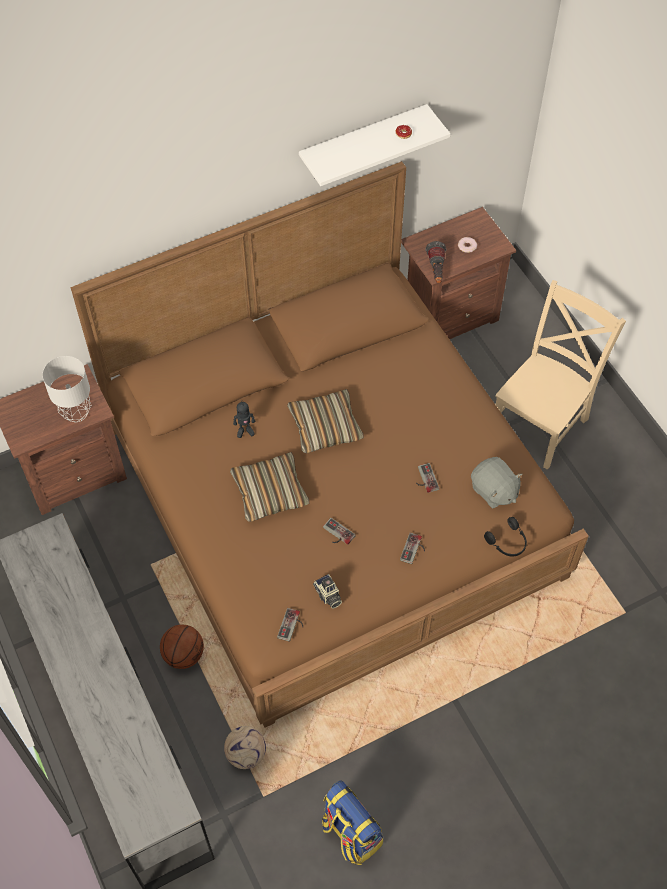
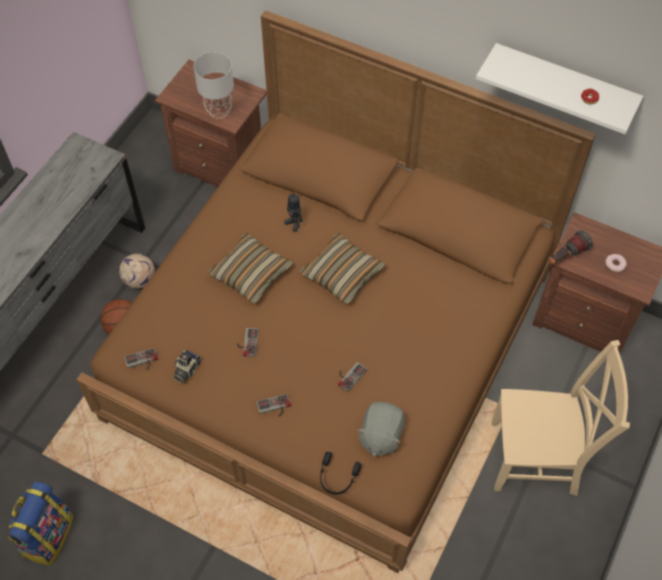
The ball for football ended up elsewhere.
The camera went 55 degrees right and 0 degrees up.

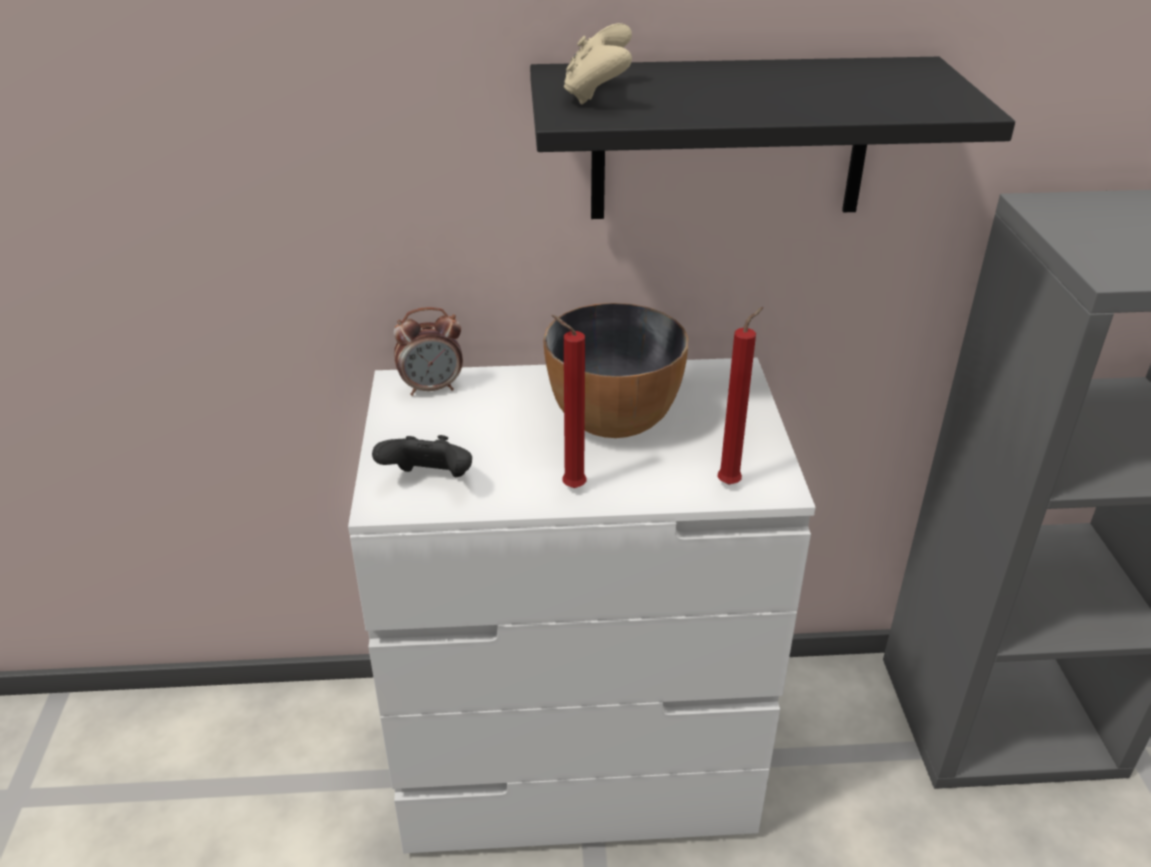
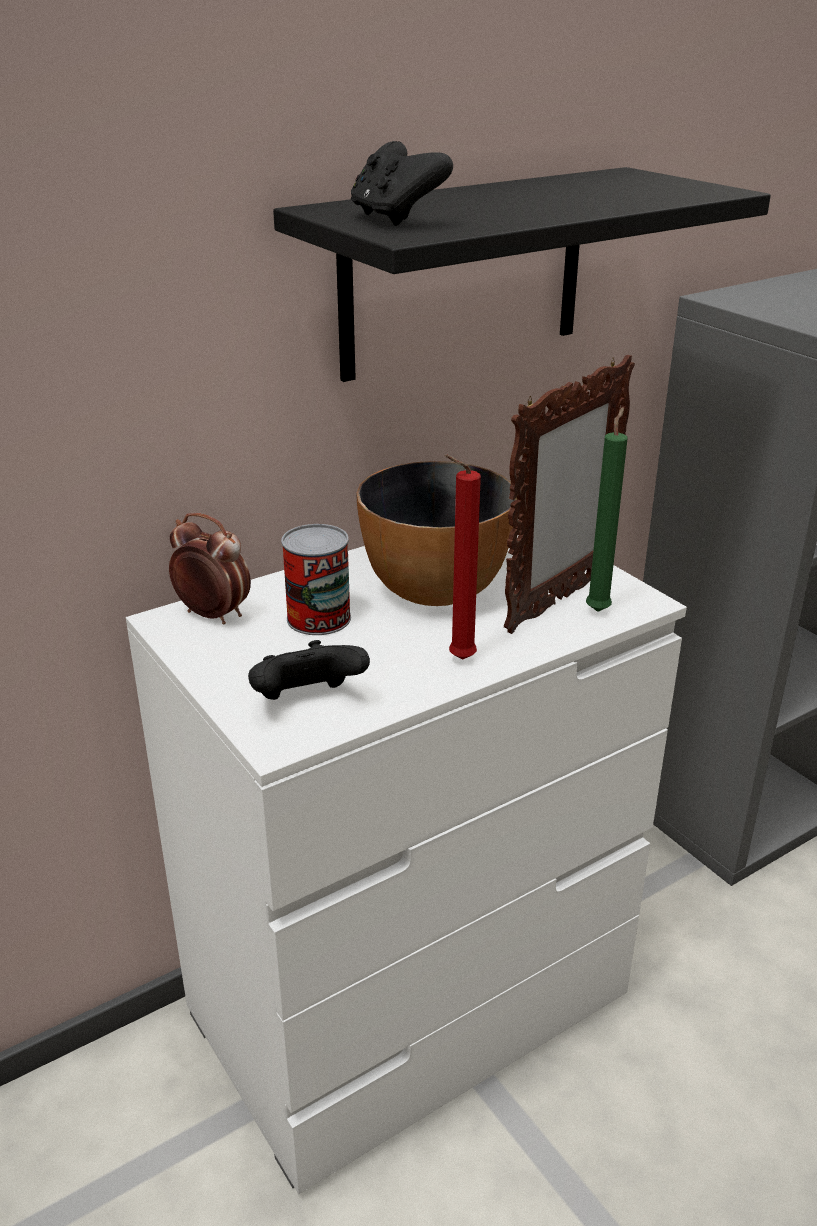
The bedside clock ended up facing another way, 105 degrees counterclockwise from before.
The second view gained the metal can.
What was the joypad in beige turned into the joypad in black-coloured (2nd from left).
The second view gained the photo frame.
What was the wax light in red (2nd from left) turned into the wax light in green-coloured.
The camera went 30 degrees left and 5 degrees down.

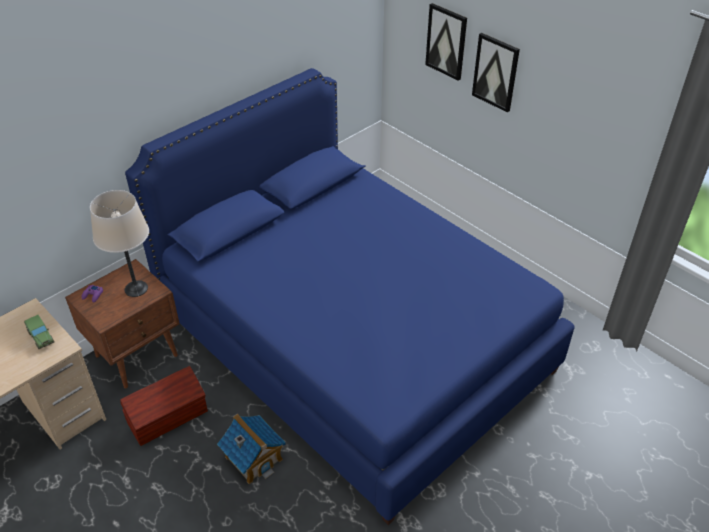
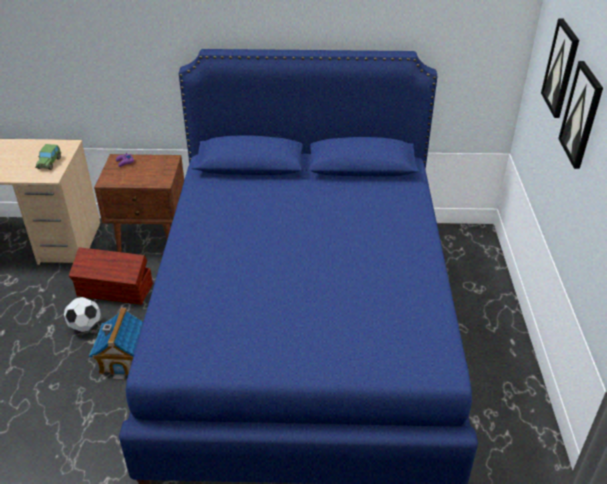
The second view gained the ball for football.
The second view lost the table lamp in beige.
The camera went 45 degrees right and 5 degrees down.

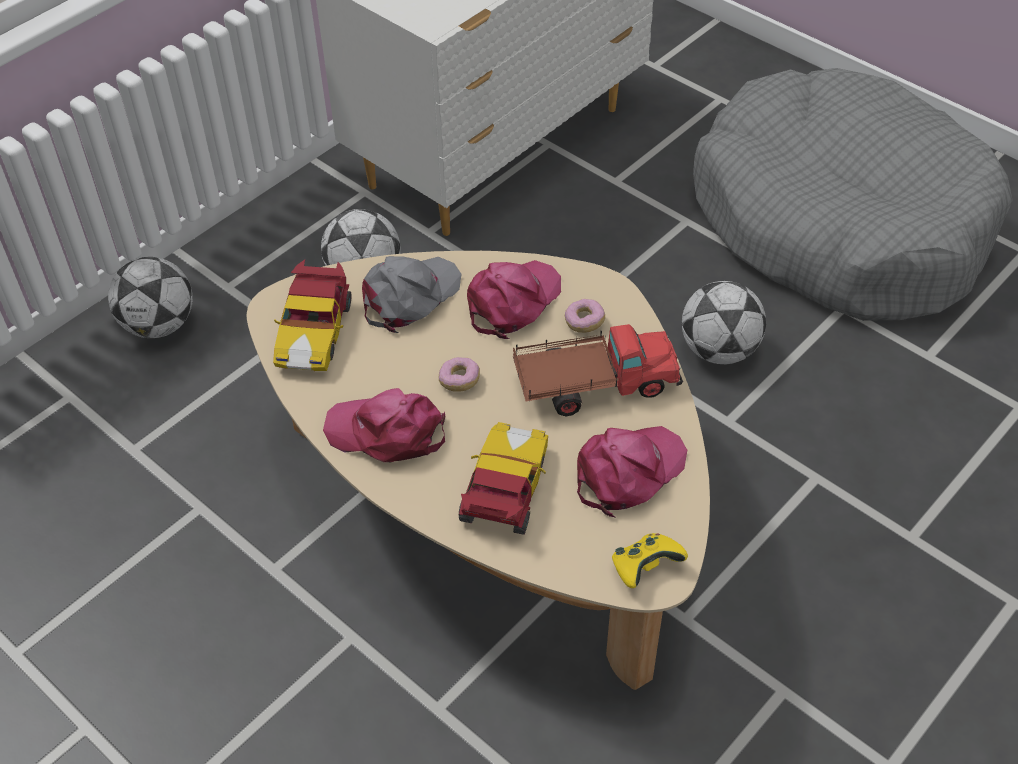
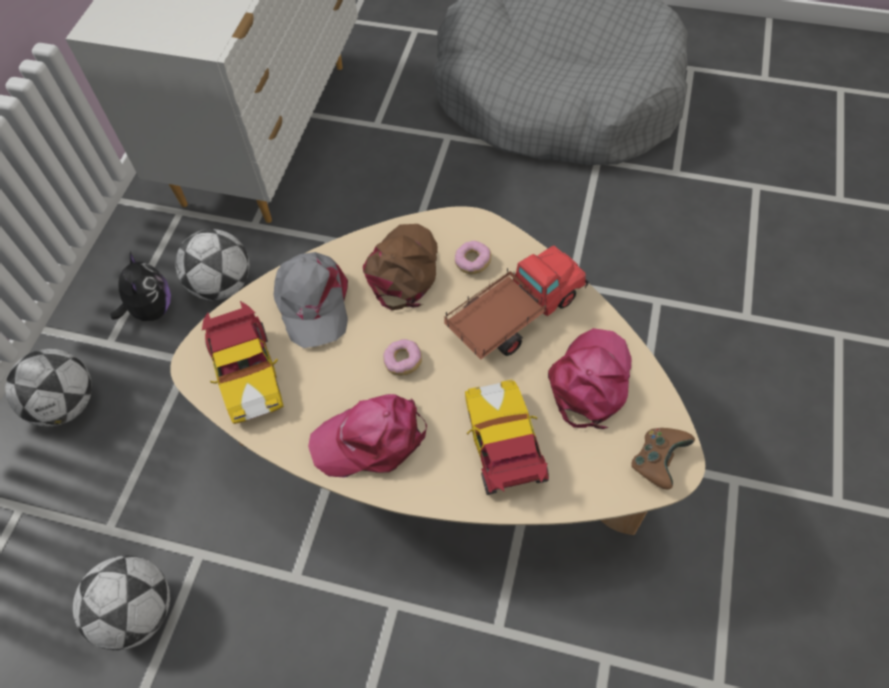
The ball for football (3rd from left in the first image) ended up elsewhere.
The second view gained the plush toy.
The baseball cap in gray ended up facing another way, 150 degrees clockwise from before.
What was the baseball cap in pinkish (2nd from left) turned into the baseball cap in brown-coloured.
What was the joypad in yellow-coloured turned into the joypad in brown-coloured.
The camera went 25 degrees left and 10 degrees up.

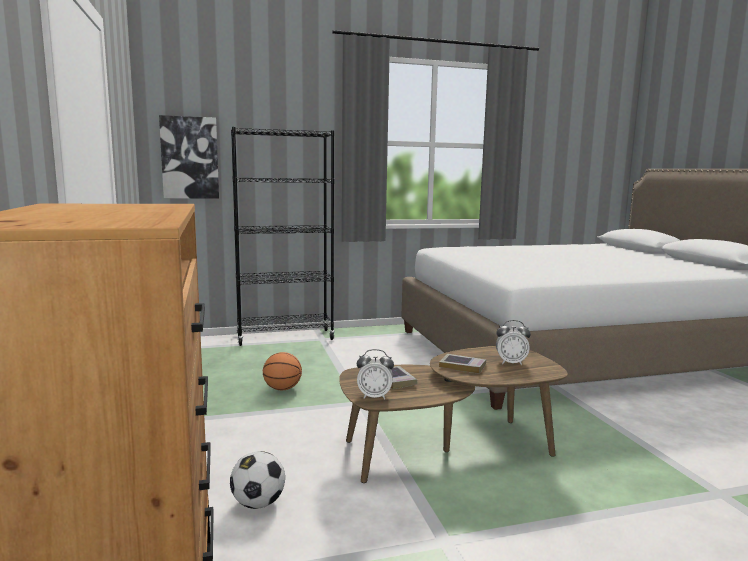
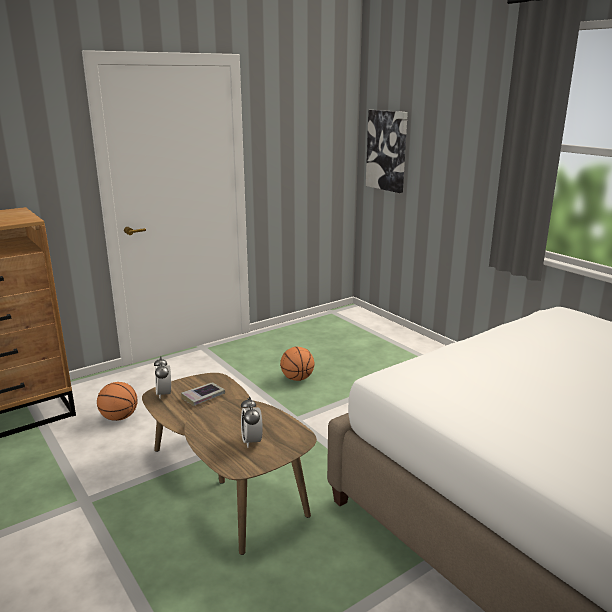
Where the ball for football stood, the basketball ball (1st from left) came to stand.
The second view lost the shelving unit in black-coloured.
The second view lost the volume (2nd from left).
The camera went 70 degrees right and 10 degrees up.

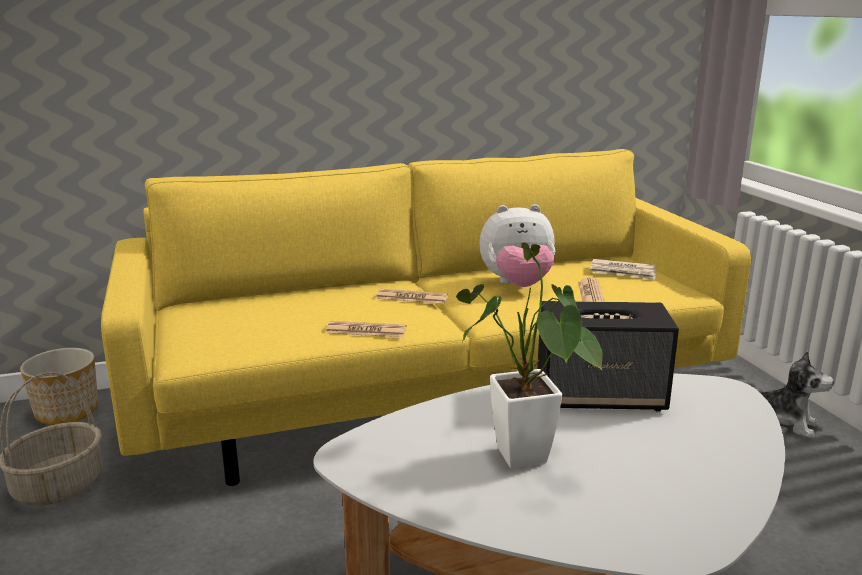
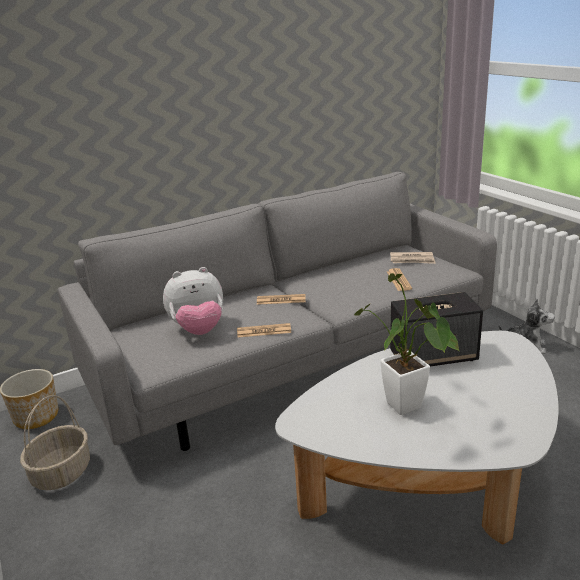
What was the sofa in yellow-coloured turned into the sofa in gray.
The plush toy (1st from left) ended up elsewhere.
The camera went 10 degrees left and 5 degrees up.

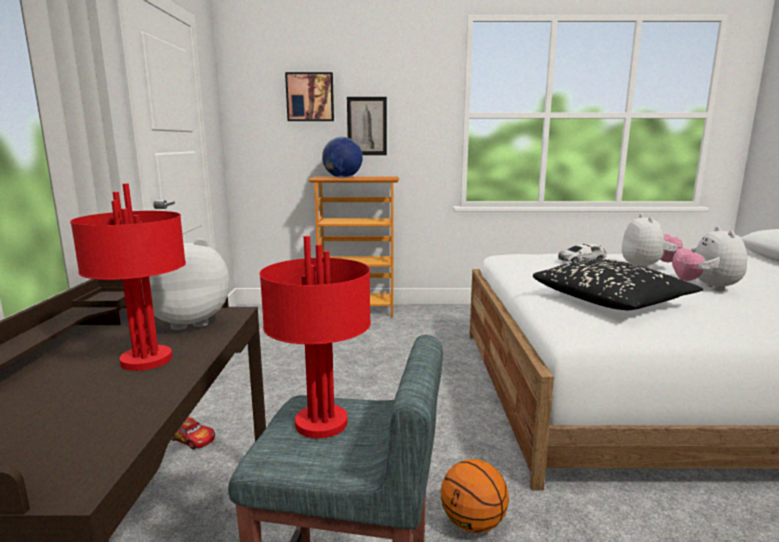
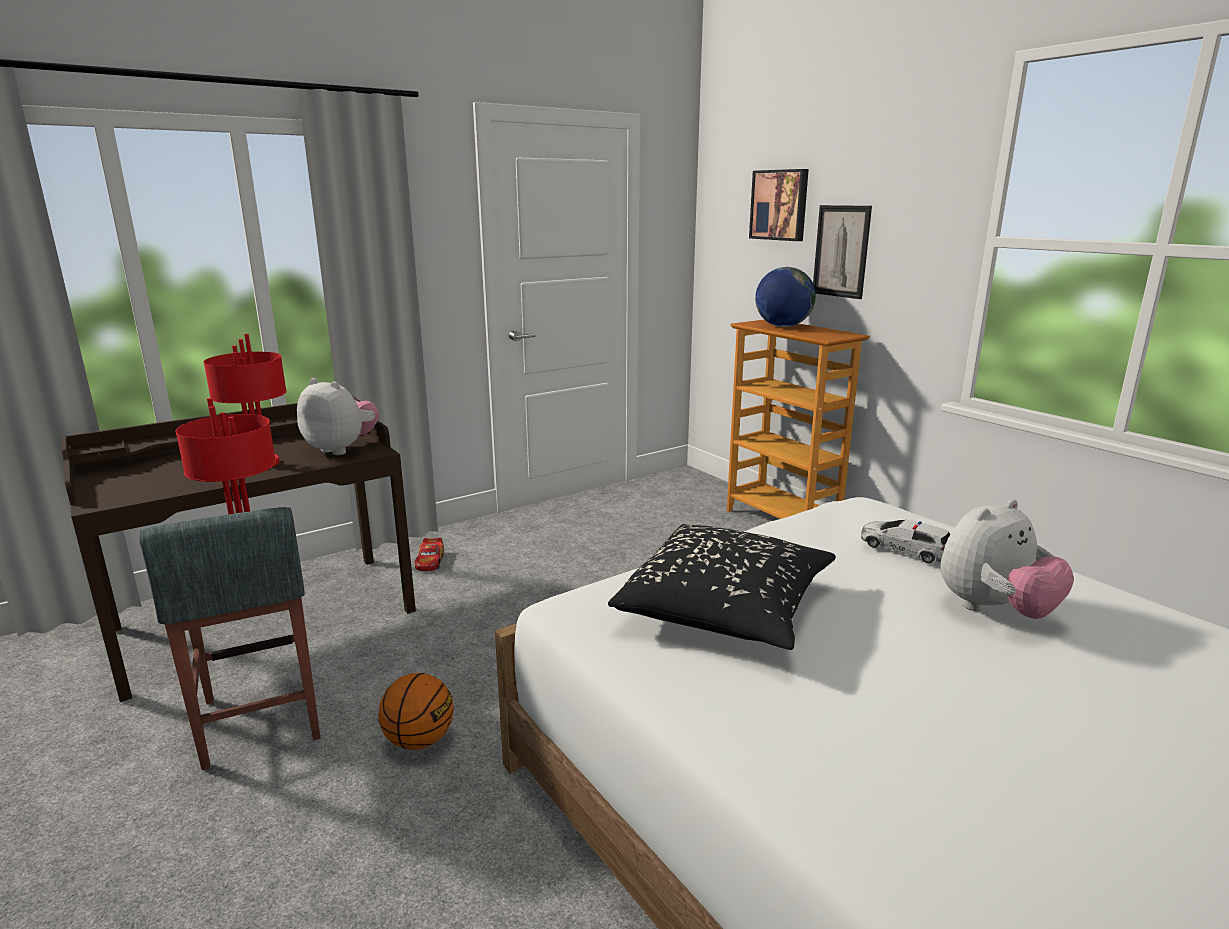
The second view lost the plush toy (3rd from left).
The camera went 55 degrees right and 5 degrees up.

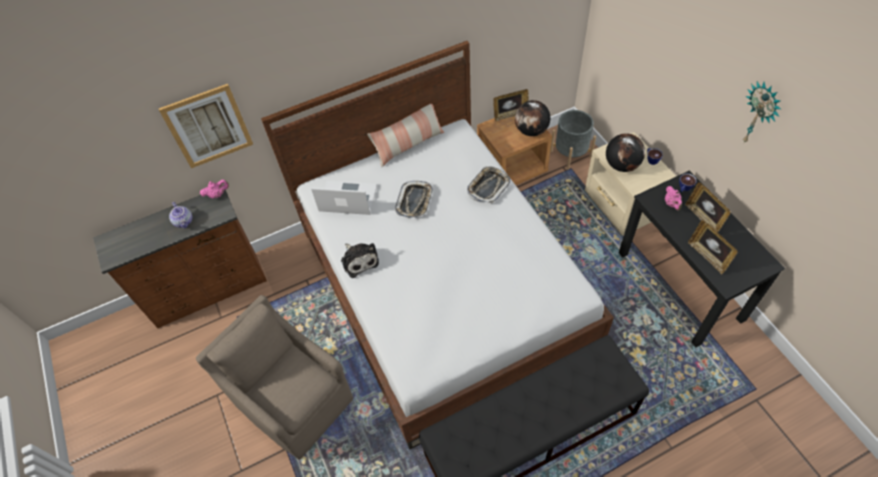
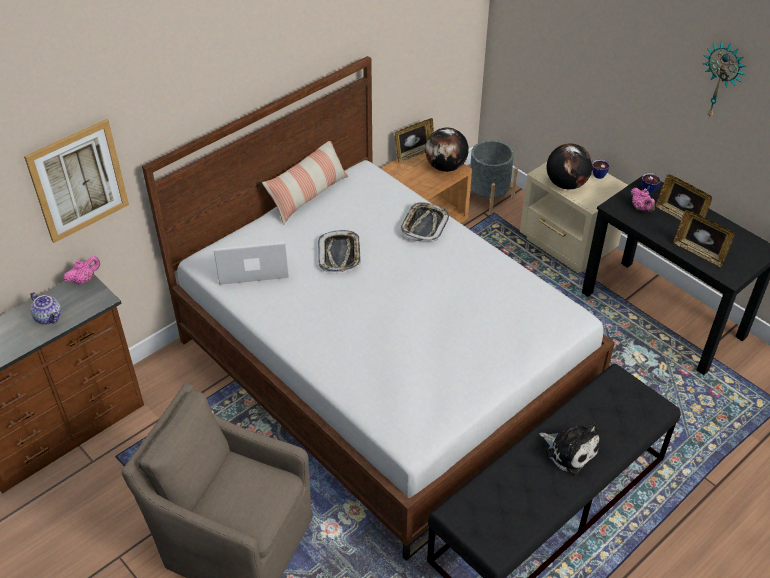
The plush toy ended up elsewhere.
The camera went 20 degrees left and 10 degrees down.

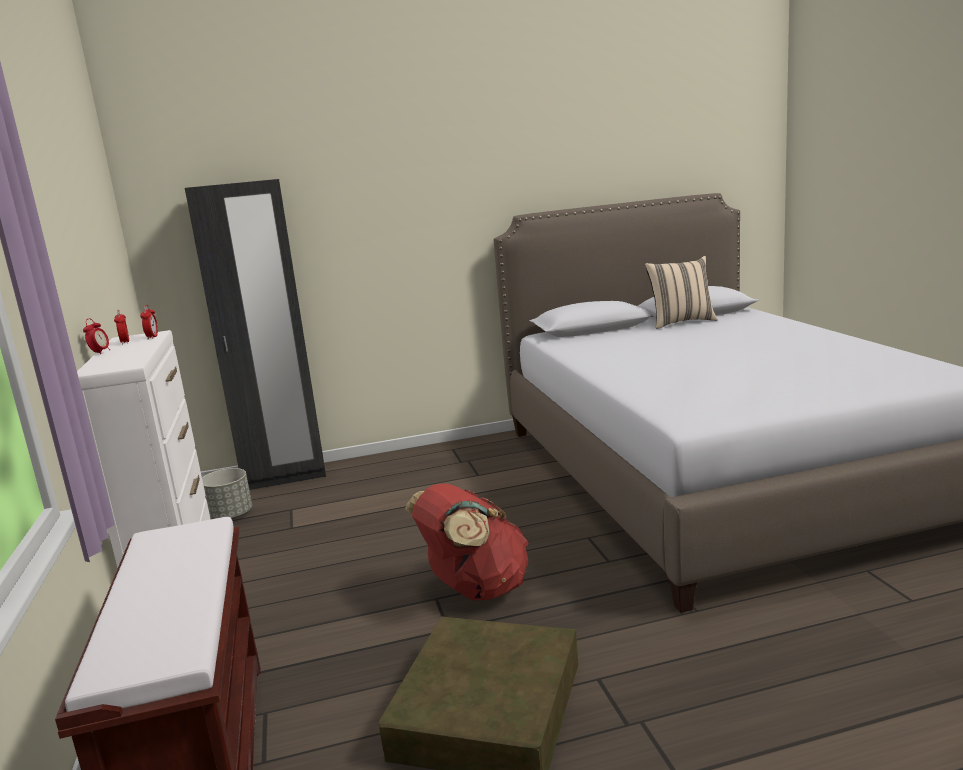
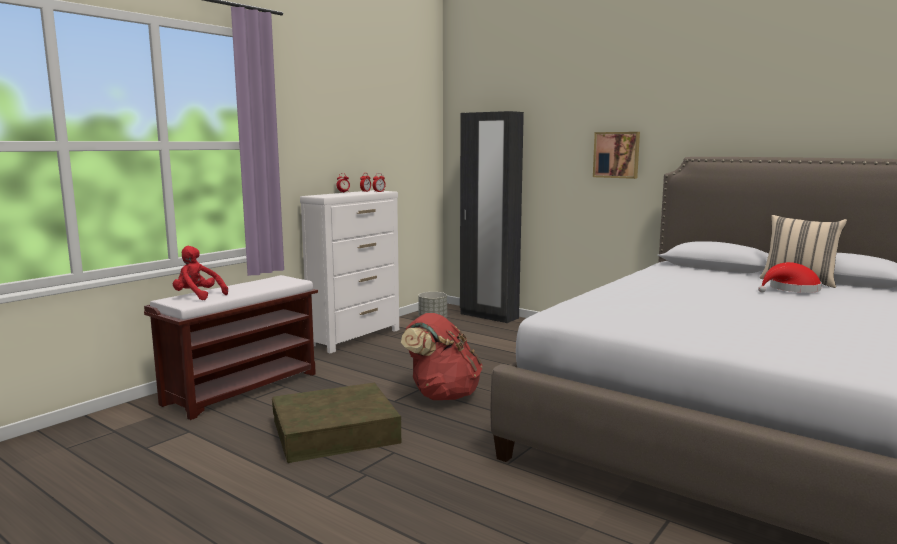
The second view gained the plush toy in red.
The second view gained the wall picture.
The second view gained the clothing hat in red.
The camera went 50 degrees right and 5 degrees down.

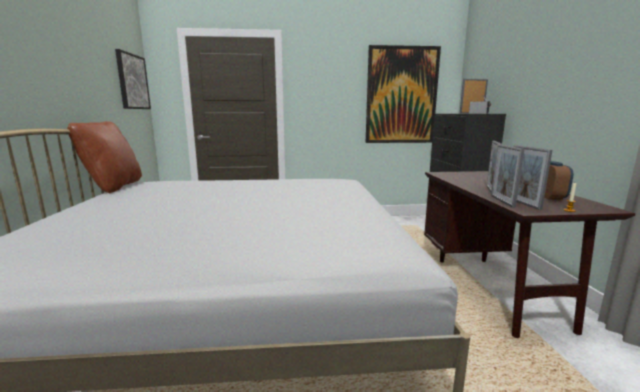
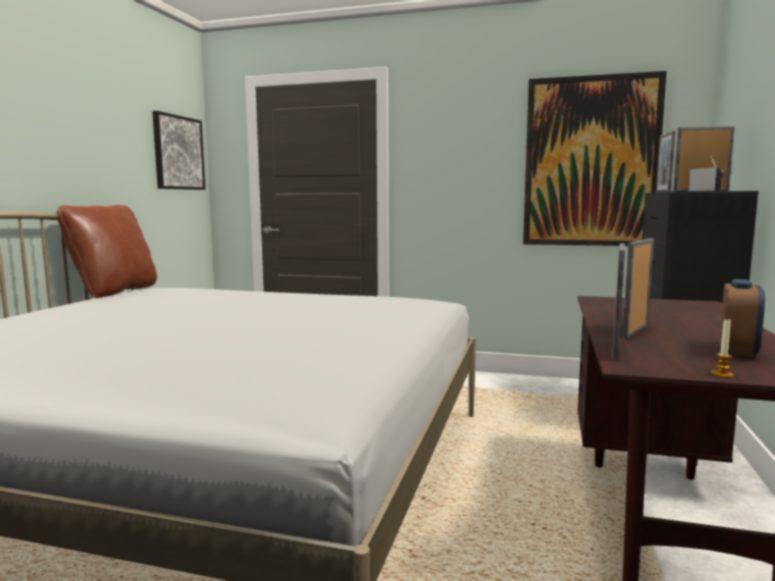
The photo frame (4th from left in the first image) ended up elsewhere.
The camera went 20 degrees right and 5 degrees down.

